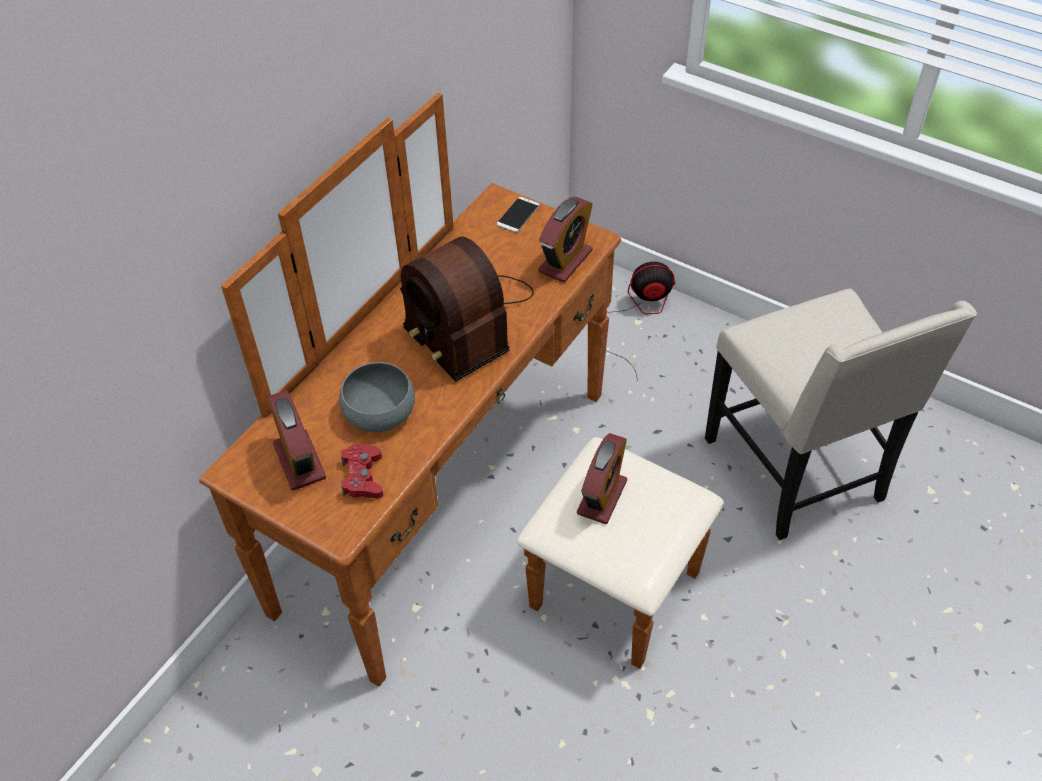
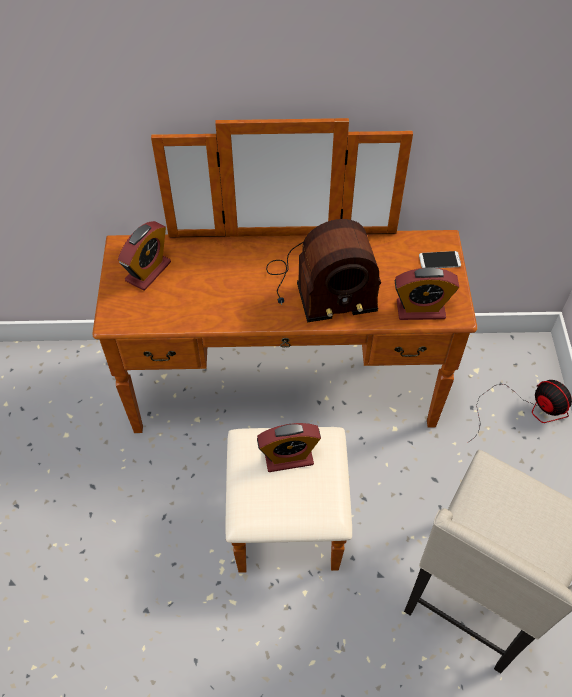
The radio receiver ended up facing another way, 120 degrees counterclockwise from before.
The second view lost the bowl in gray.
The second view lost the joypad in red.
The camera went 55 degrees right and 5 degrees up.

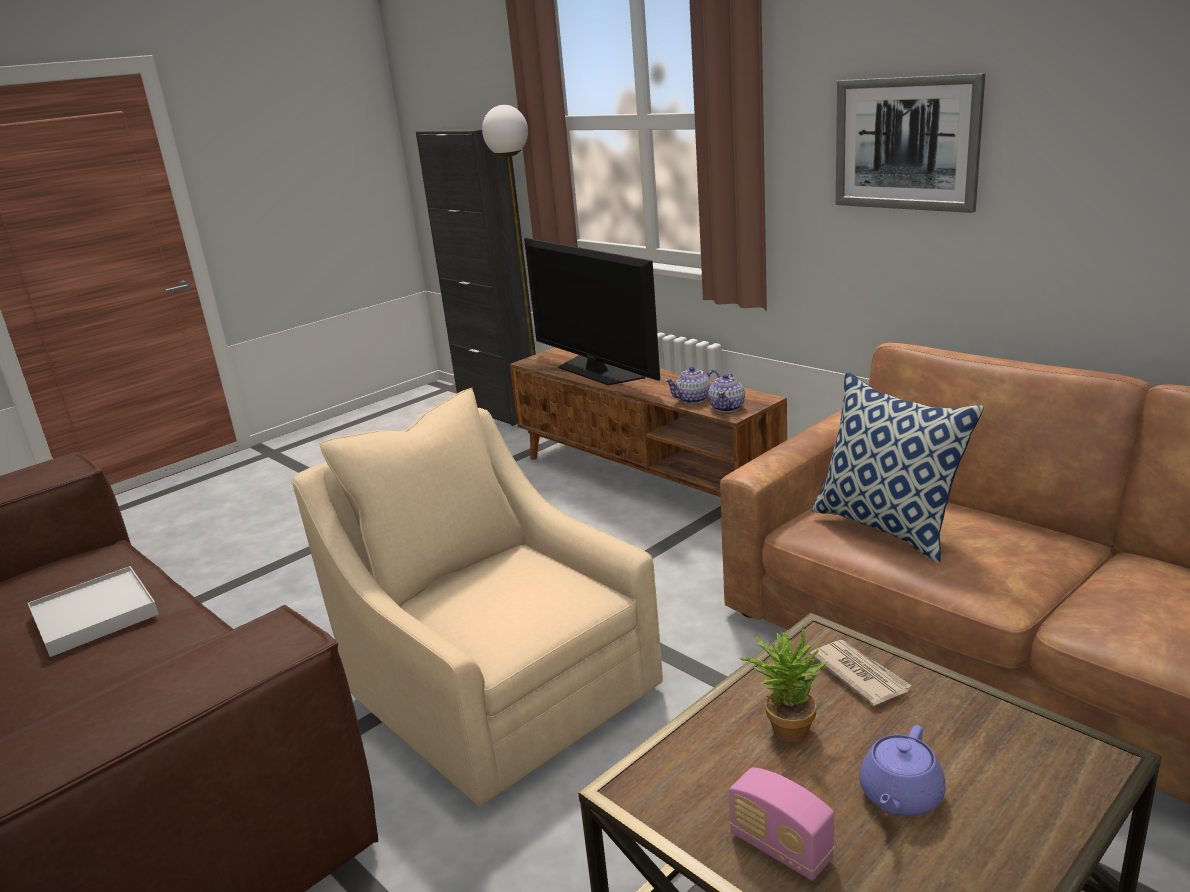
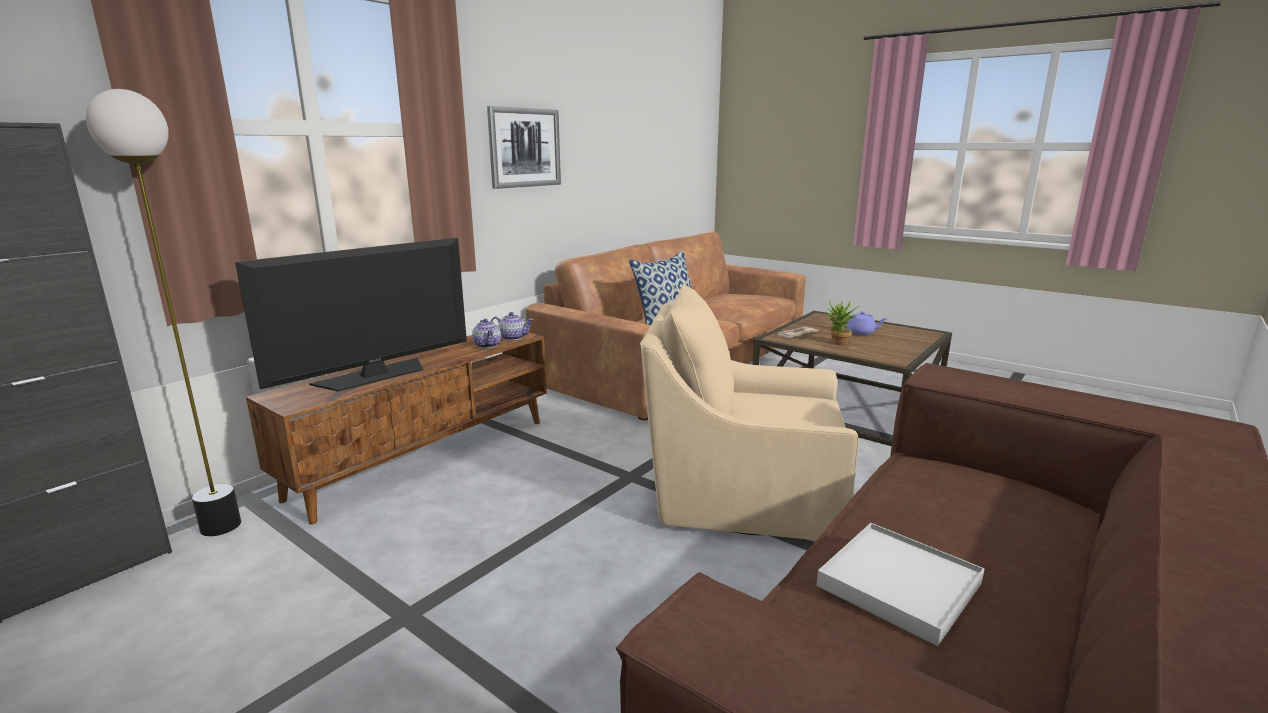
The easy chair in beige ended up facing another way, 60 degrees clockwise from before.
The second view lost the radio receiver.
The camera went 100 degrees left and 5 degrees down.

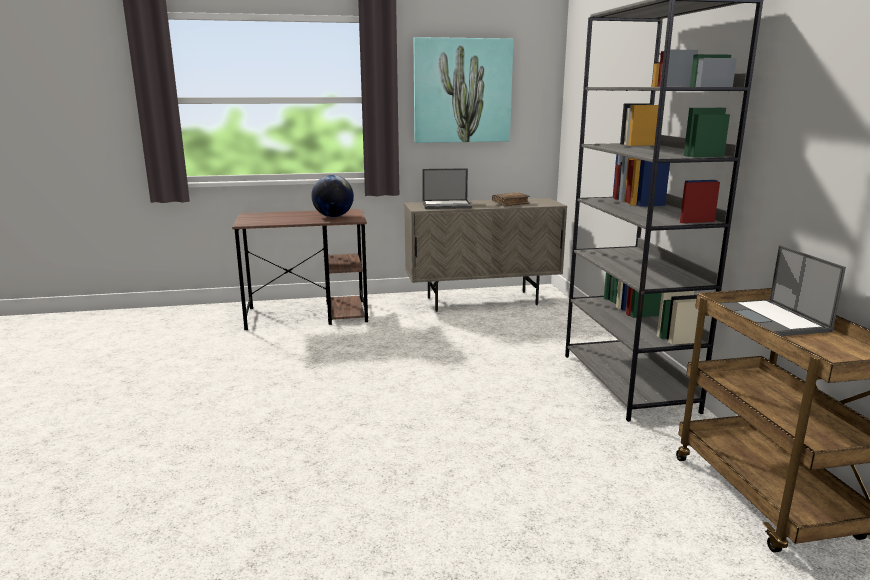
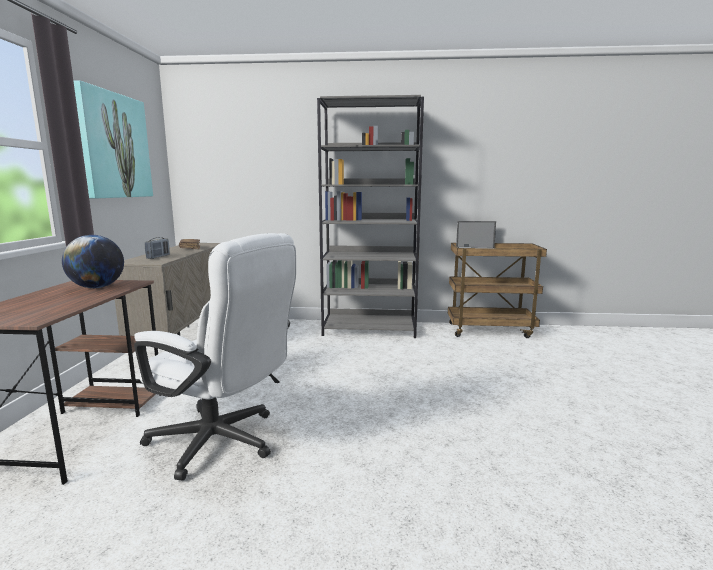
The second view gained the computer chair in white-coloured.
Where the notebook computer (1st from left) stood, the radio receiver came to stand.
The camera went 75 degrees left and 5 degrees down.

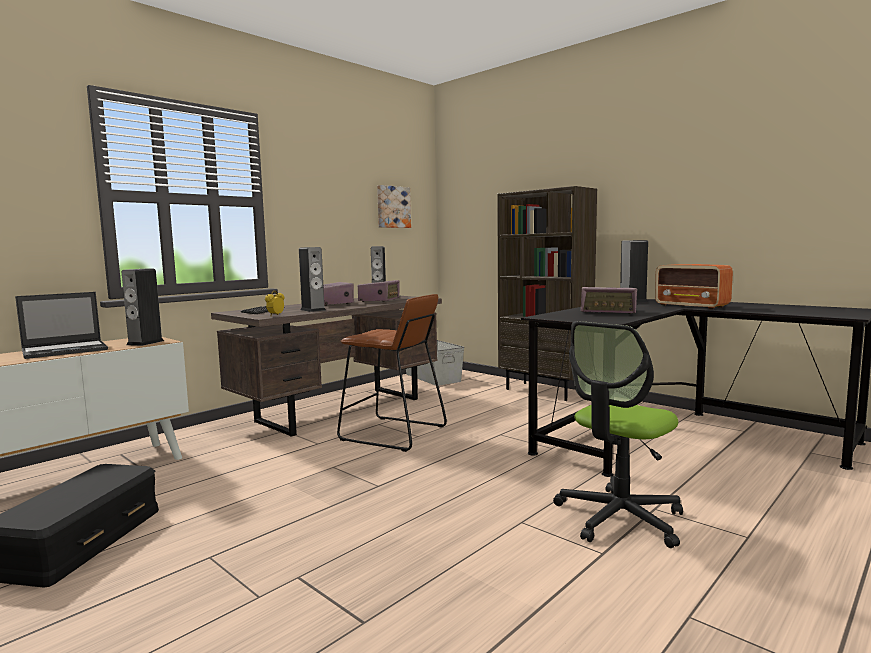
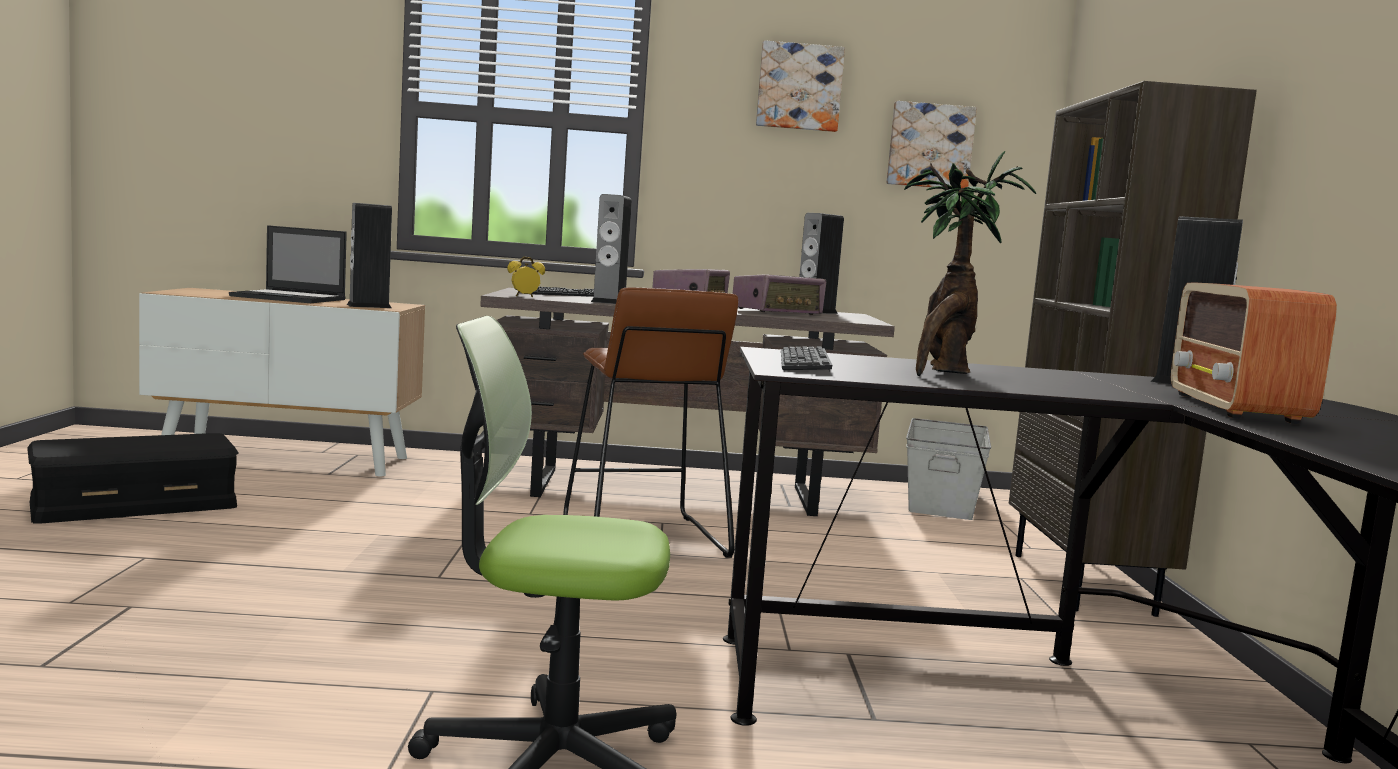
The second view gained the wall picture (1st from left).
The second view gained the keyboard (2nd from left).
Where the radio receiver (3rd from left) stood, the potted plant came to stand.
The camera went 45 degrees right and 0 degrees up.

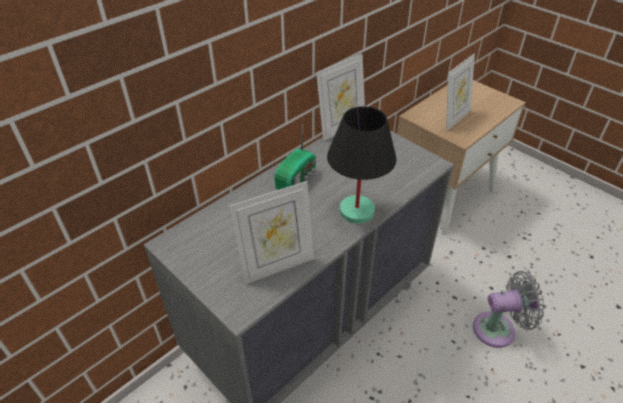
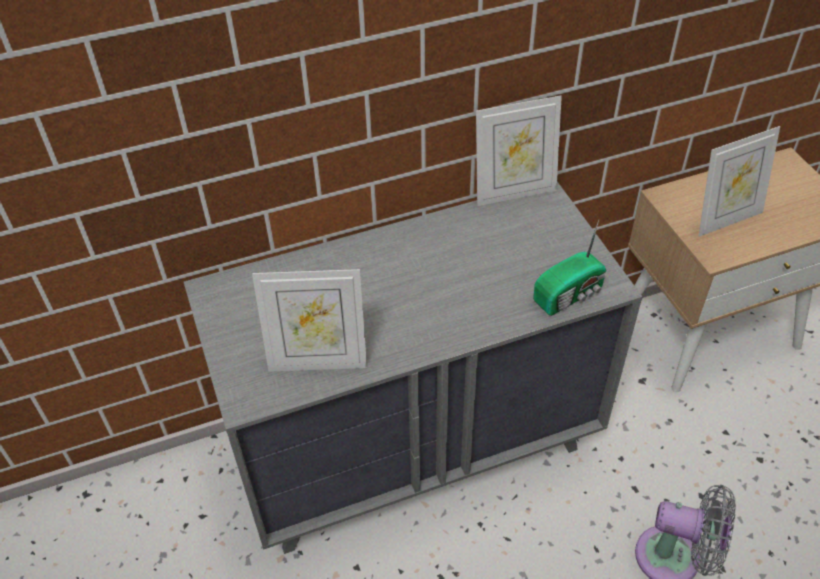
The radio receiver ended up elsewhere.
The second view lost the table lamp in black-coloured.
The camera went 25 degrees right and 5 degrees up.

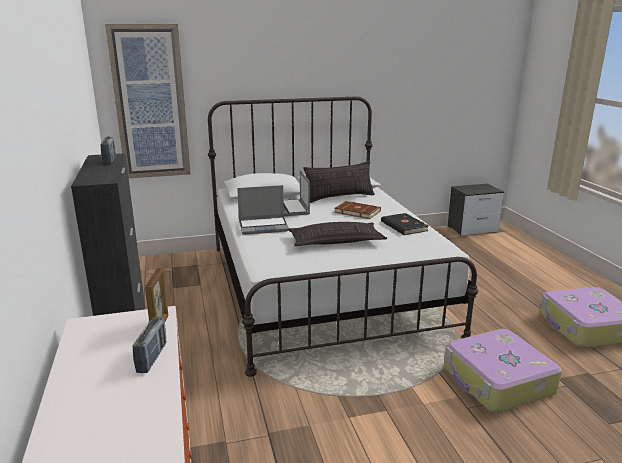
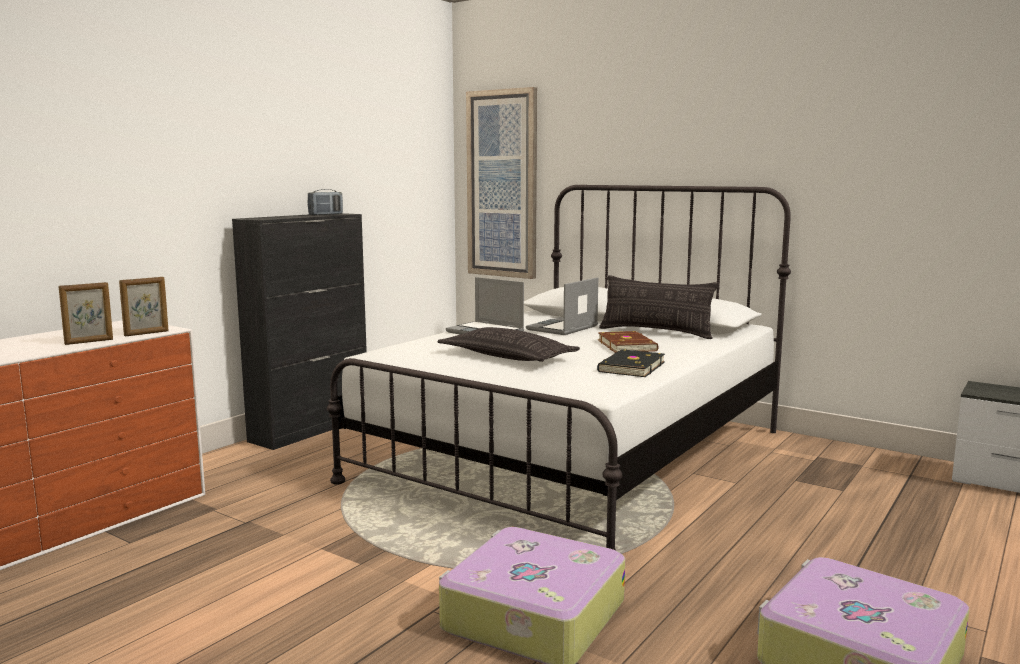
Where the radio receiver (2nd from left) stood, the photo frame (1st from left) came to stand.
The camera went 50 degrees right and 10 degrees down.

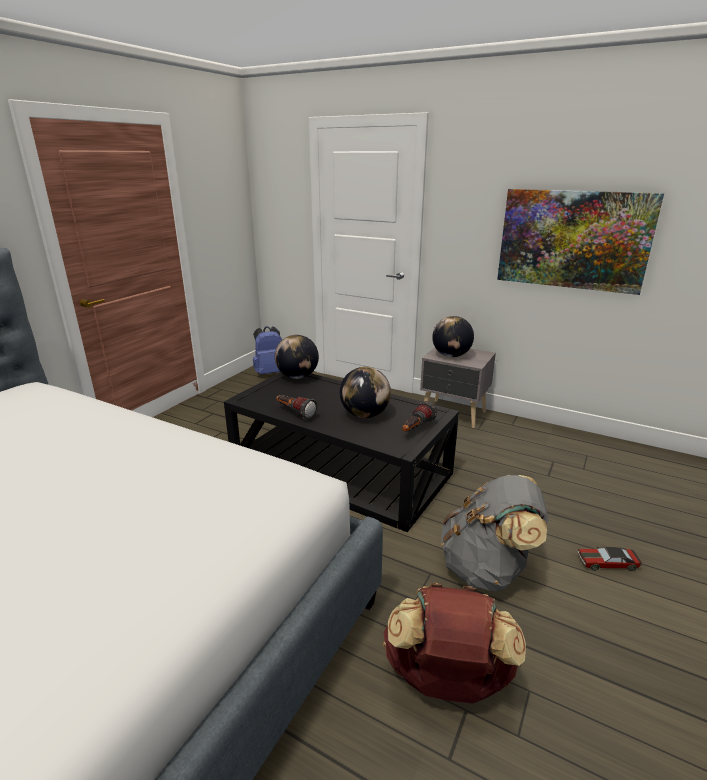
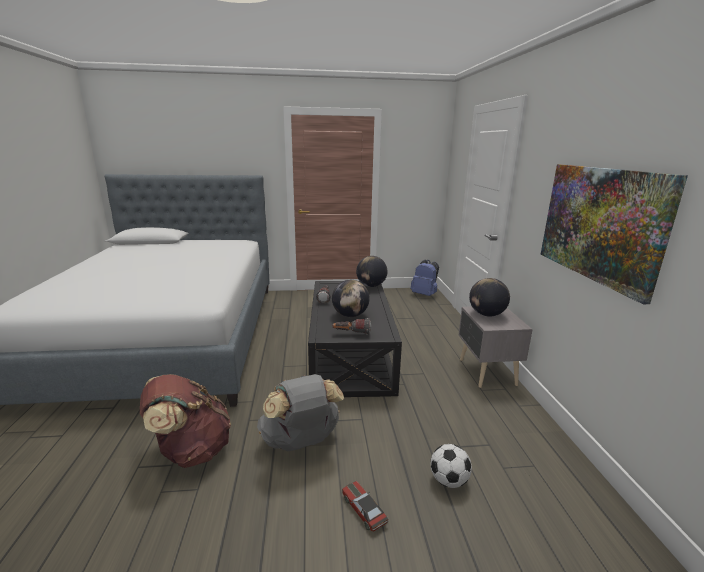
The second view gained the ball for football.
The camera went 55 degrees right and 5 degrees down.

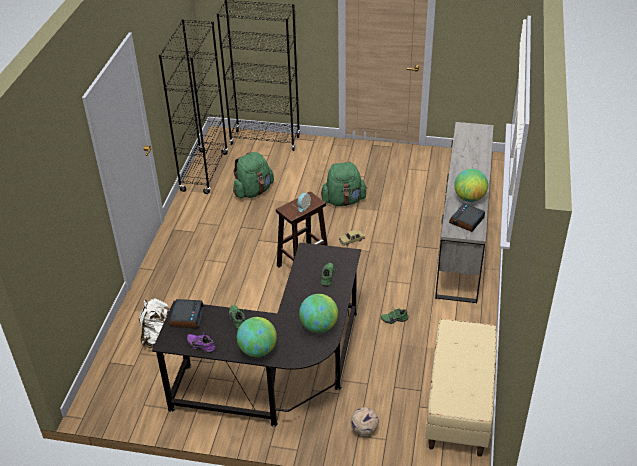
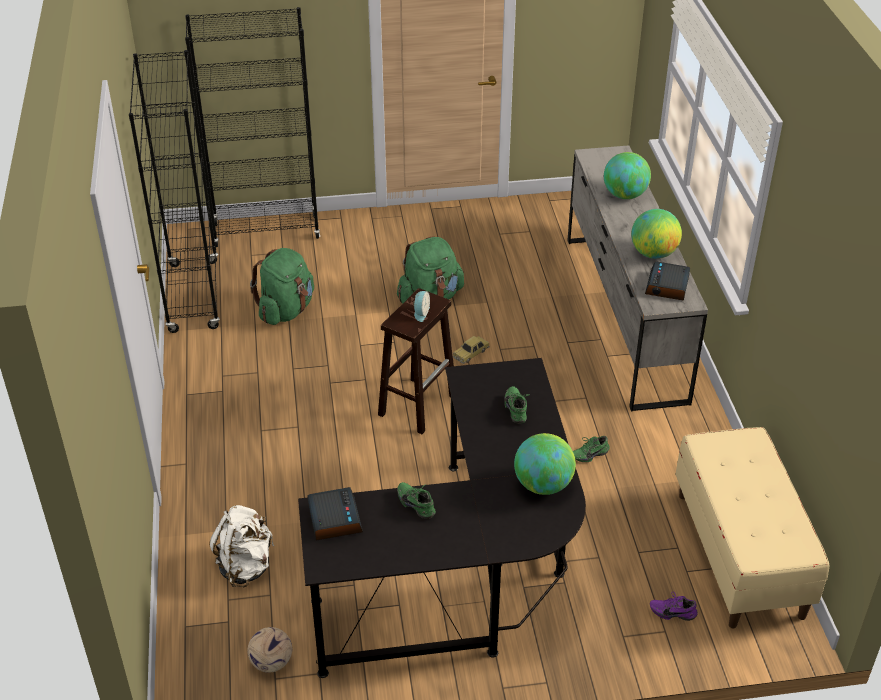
The ball for football ended up elsewhere.
The desk globe (1st from left in the first image) ended up elsewhere.
The shoe in purple-coloured ended up elsewhere.
The camera went 20 degrees left and 0 degrees up.

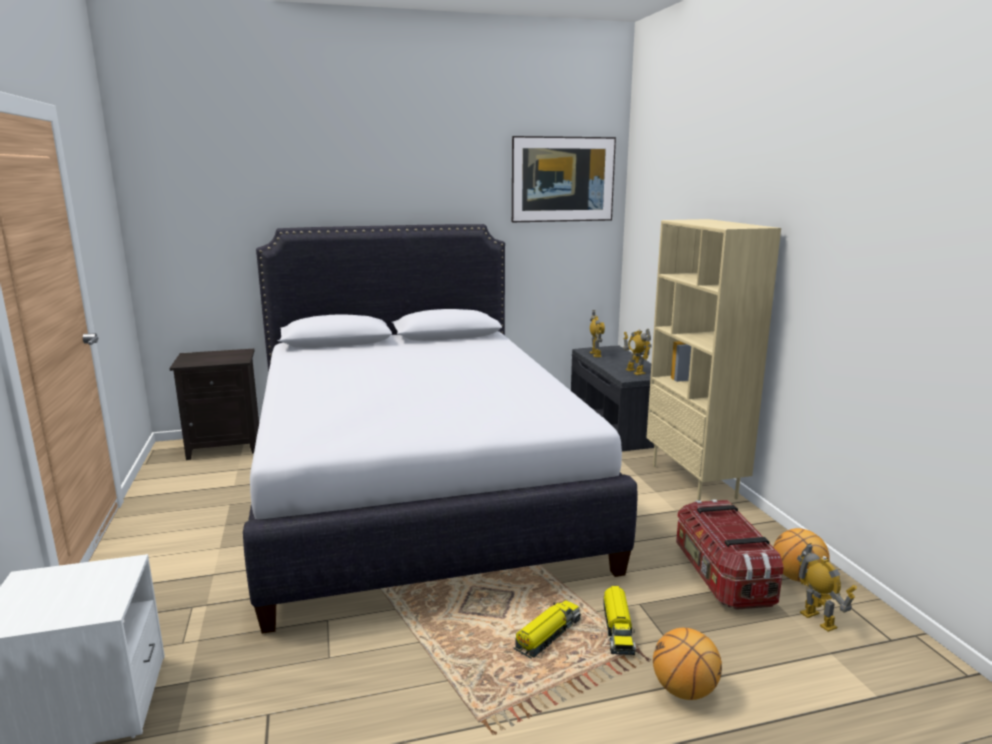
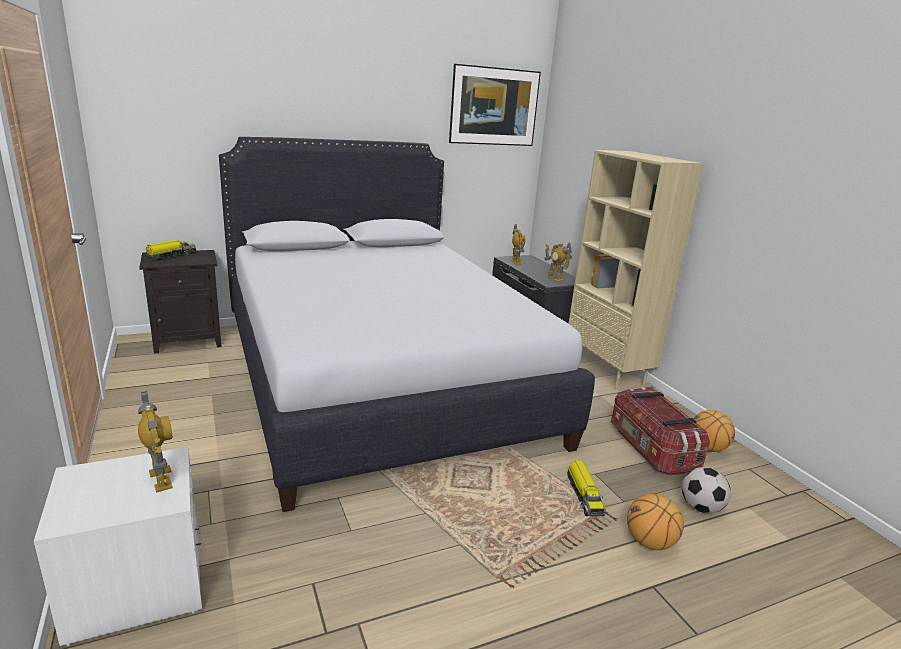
The toy robot (3rd from left in the first image) ended up elsewhere.
The toy lorry (1st from left) ended up elsewhere.
The second view gained the ball for football.
The camera went 10 degrees left and 5 degrees up.

